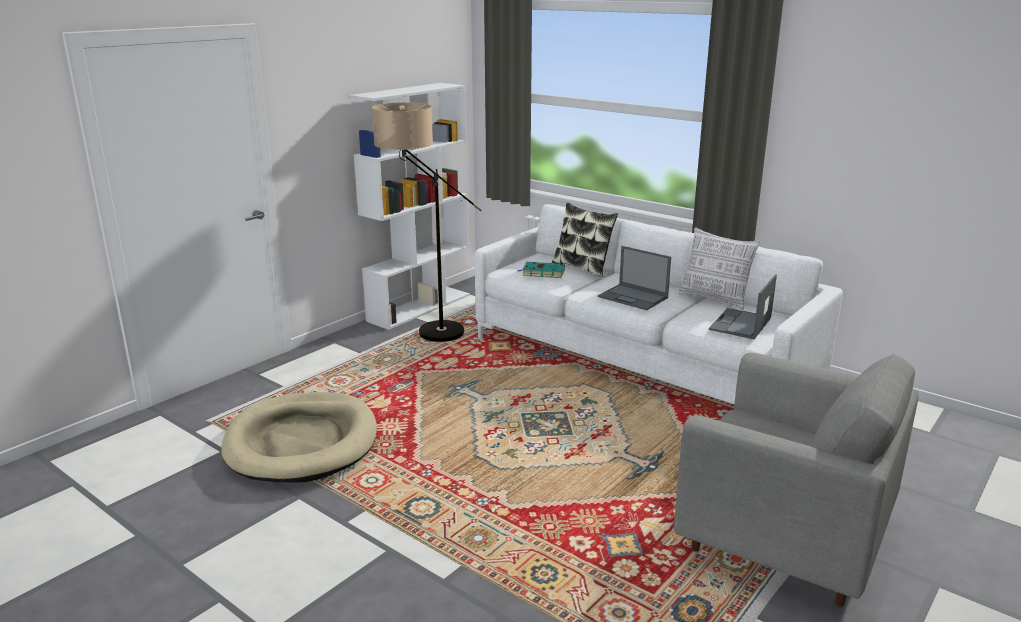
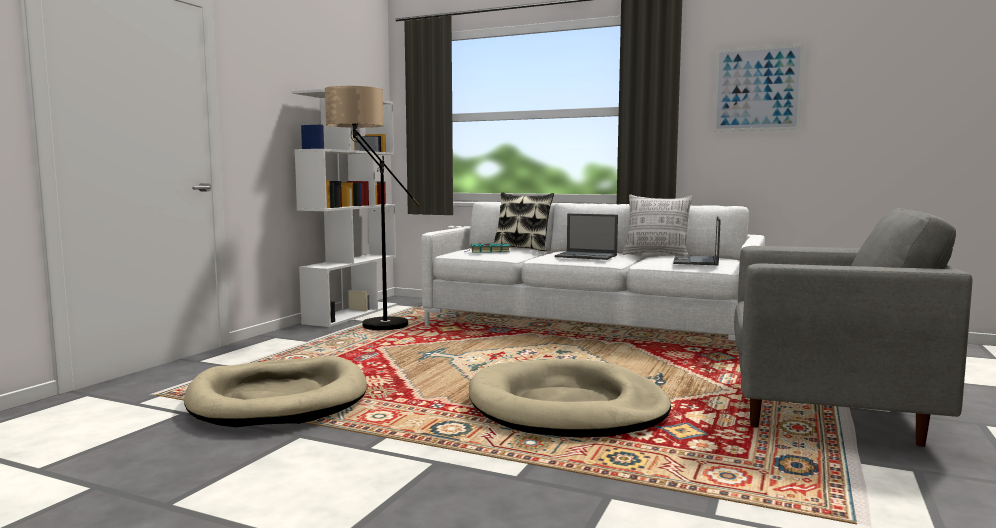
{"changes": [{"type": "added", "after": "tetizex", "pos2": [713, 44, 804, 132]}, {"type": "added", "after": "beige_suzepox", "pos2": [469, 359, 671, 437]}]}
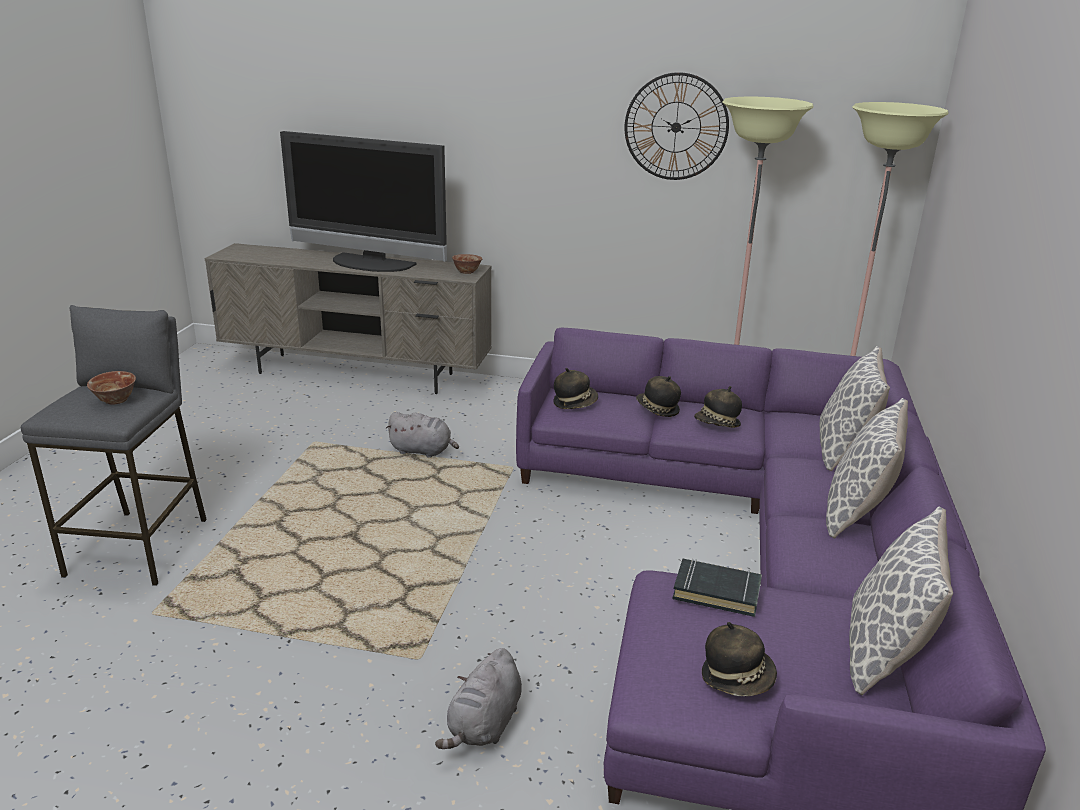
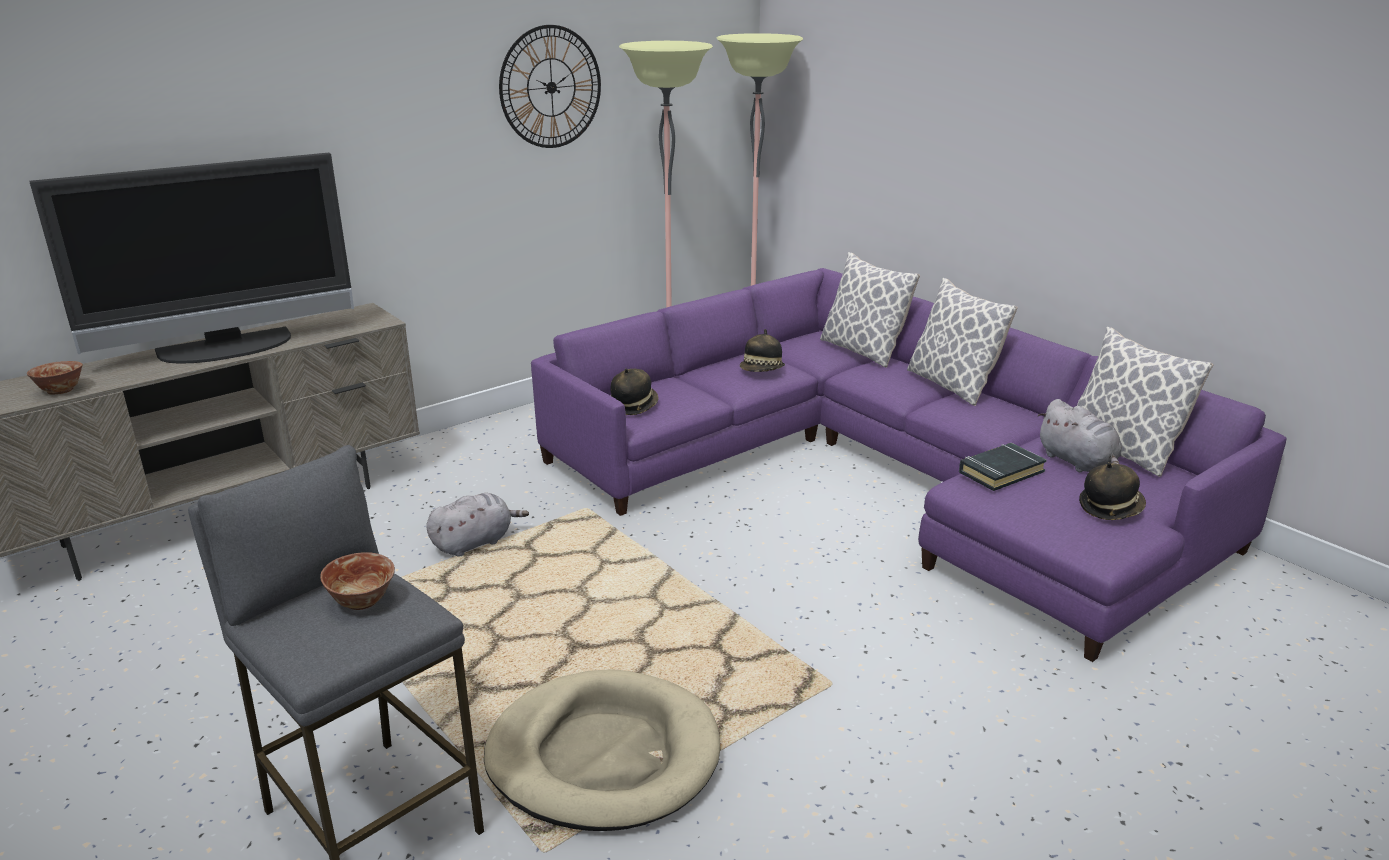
{"changes": [{"type": "moved", "before": "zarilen", "pos1": [452, 254, 483, 274], "pos2": [27, 361, 83, 395]}, {"type": "removed", "before": "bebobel", "pos1": [636, 376, 681, 417]}, {"type": "moved", "before": "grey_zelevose", "pos1": [435, 648, 522, 749], "pos2": [1037, 399, 1122, 472]}, {"type": "added", "after": "beige_suzepox", "pos2": [484, 669, 720, 831]}]}
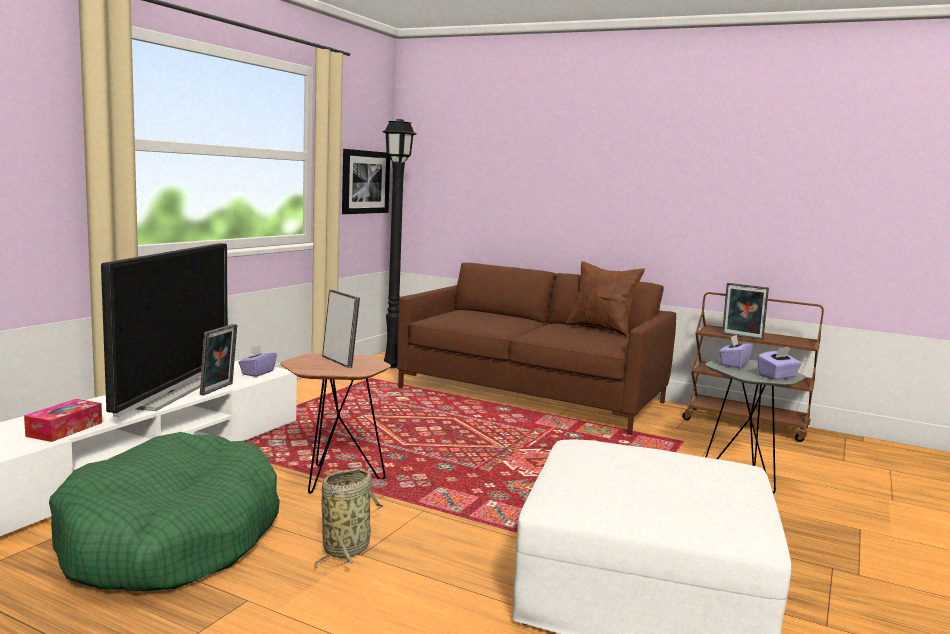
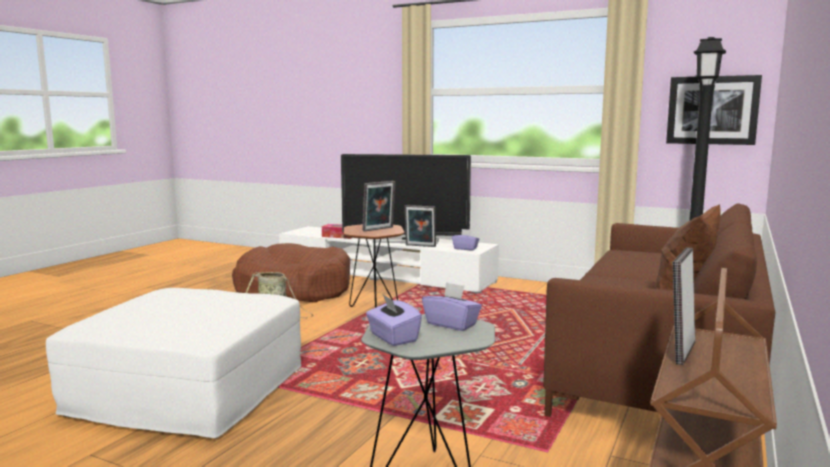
{"changes": [{"type": "recoloured", "before": "green_suzepox", "after": "brown_suzepox", "pos1": [49, 432, 280, 591], "pos2": [232, 243, 350, 302]}]}
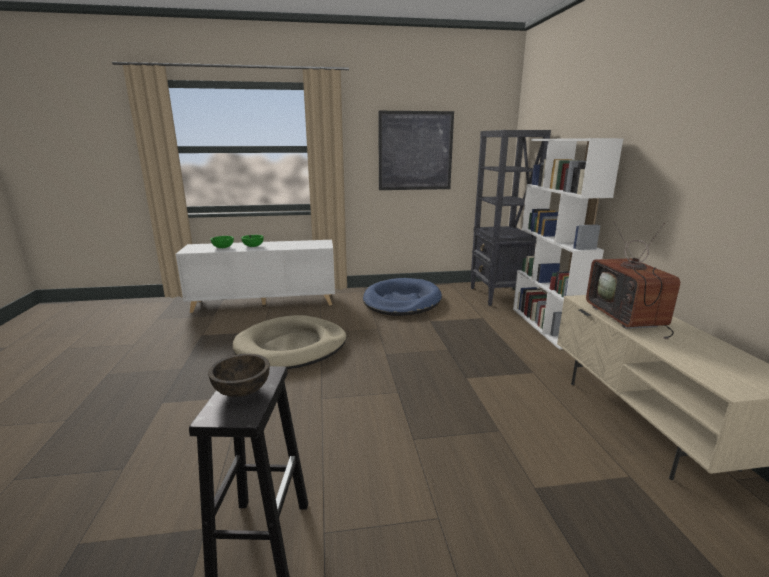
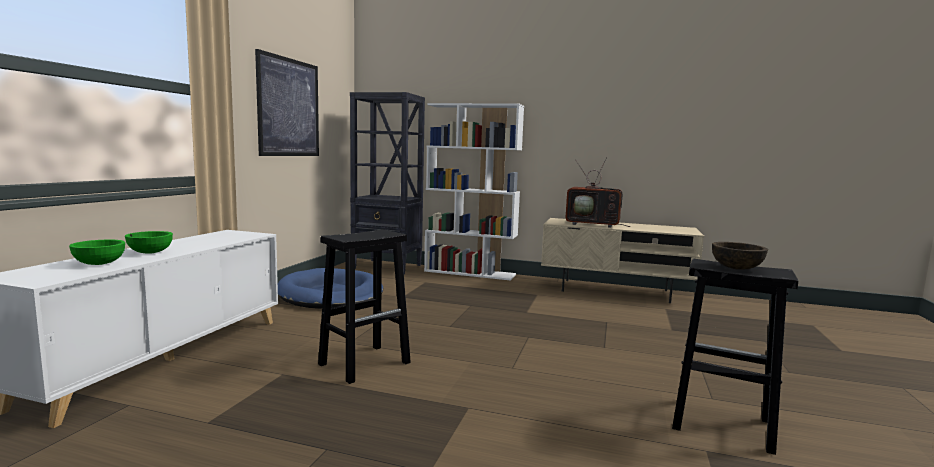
{"changes": [{"type": "replaced", "before": "beige_suzepox", "after": "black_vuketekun", "pos1": [233, 315, 346, 369], "pos2": [318, 229, 411, 384]}]}
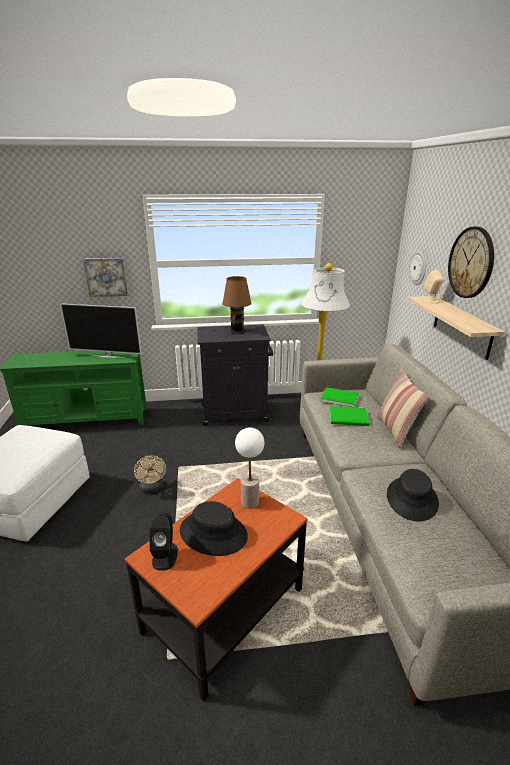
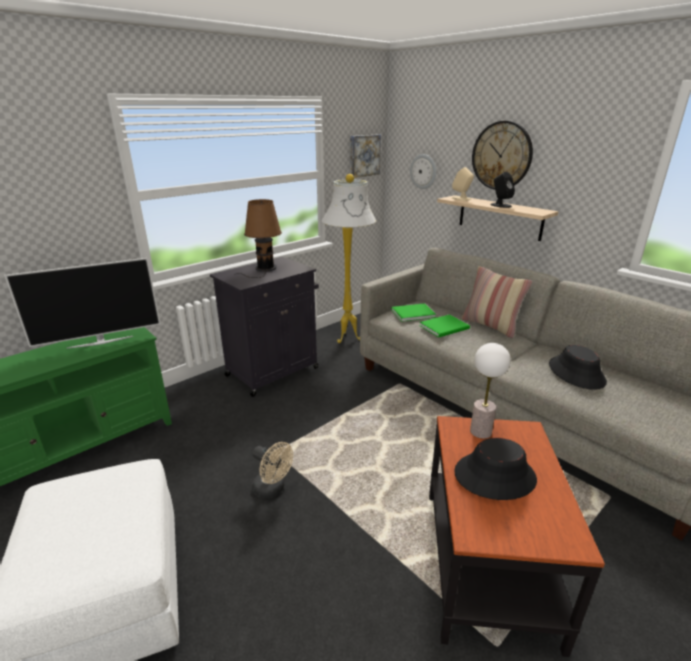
{"changes": [{"type": "moved", "before": "tetizex", "pos1": [83, 258, 128, 297], "pos2": [350, 134, 381, 178]}, {"type": "moved", "before": "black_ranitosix", "pos1": [149, 513, 178, 571], "pos2": [491, 172, 515, 208]}]}
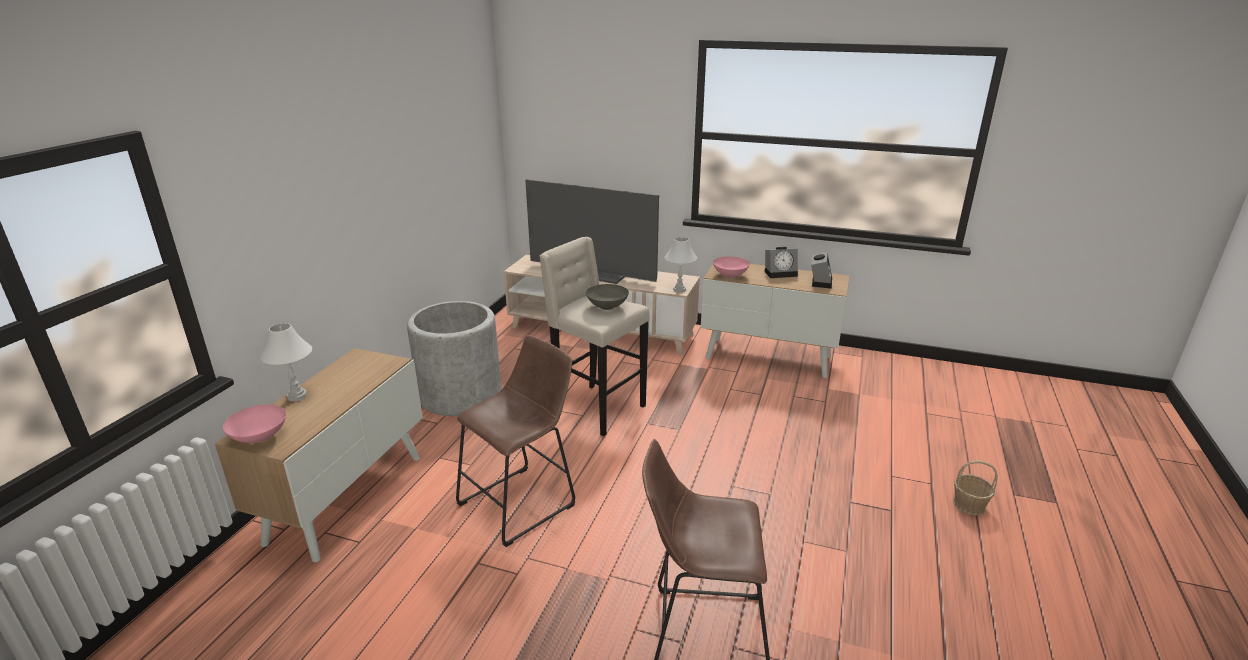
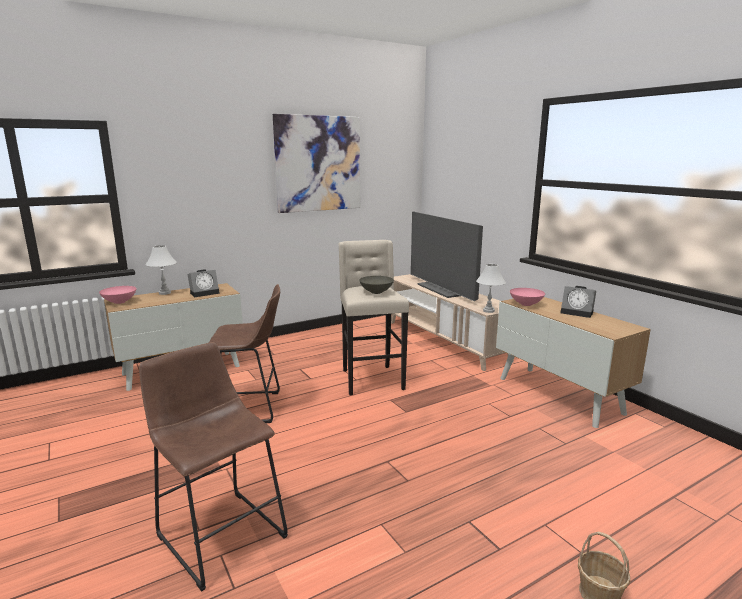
{"changes": [{"type": "moved", "before": "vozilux", "pos1": [811, 252, 832, 289], "pos2": [188, 270, 220, 297]}, {"type": "removed", "before": "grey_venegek", "pos1": [407, 301, 501, 416]}, {"type": "added", "after": "tetizex", "pos2": [273, 114, 360, 213]}]}
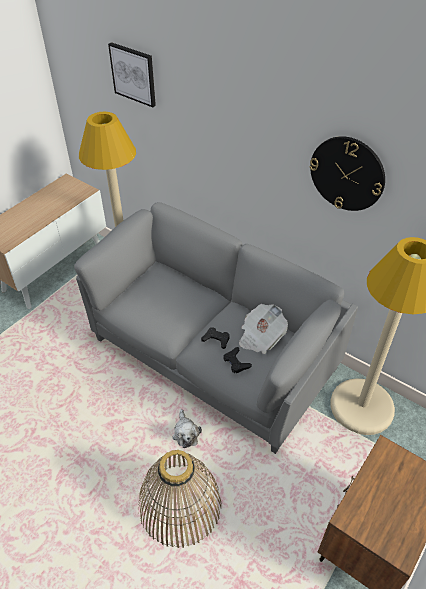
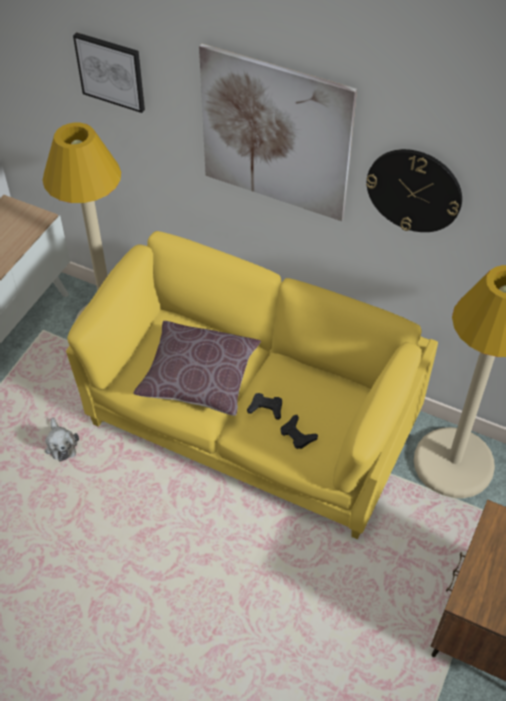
{"changes": [{"type": "recoloured", "before": "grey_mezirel", "after": "yellow_mezirel", "pos1": [74, 202, 358, 454], "pos2": [66, 231, 438, 539]}, {"type": "removed", "before": "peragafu", "pos1": [239, 304, 288, 354]}, {"type": "moved", "before": "zelevose", "pos1": [172, 409, 202, 448], "pos2": [45, 418, 79, 462]}, {"type": "removed", "before": "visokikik", "pos1": [138, 450, 221, 548]}, {"type": "added", "after": "tetizex", "pos2": [199, 44, 357, 221]}, {"type": "added", "after": "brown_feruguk", "pos2": [133, 321, 261, 416]}]}
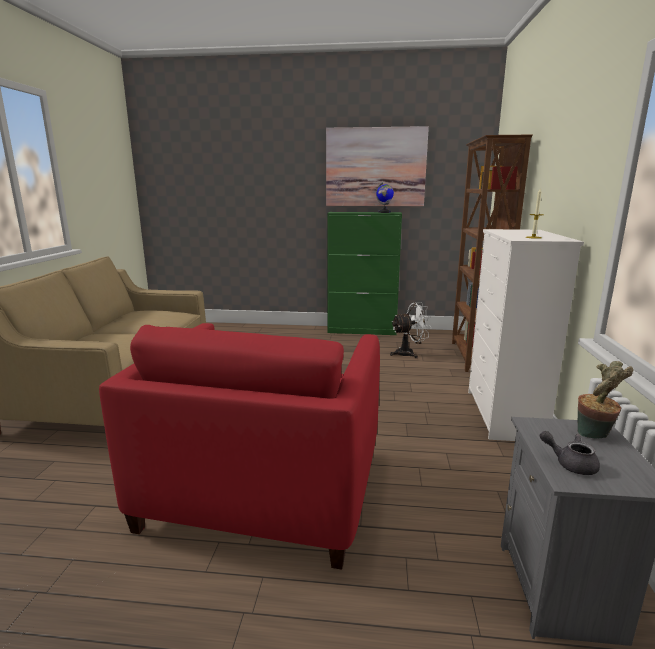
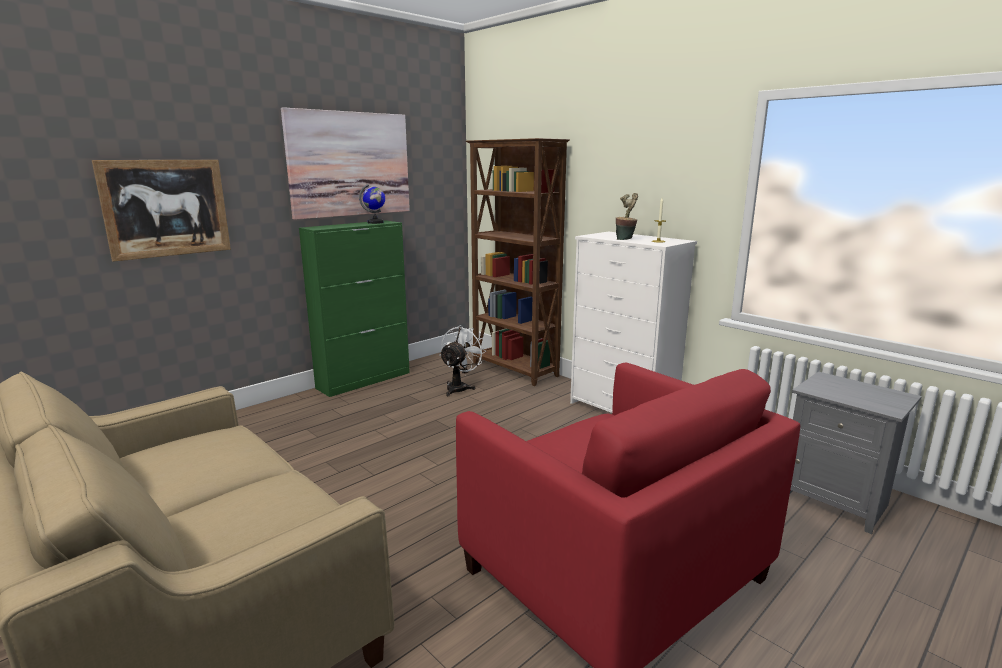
{"changes": [{"type": "moved", "before": "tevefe", "pos1": [578, 361, 633, 439], "pos2": [616, 193, 638, 240]}, {"type": "removed", "before": "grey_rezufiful", "pos1": [540, 431, 600, 475]}, {"type": "added", "after": "tetizex", "pos2": [92, 160, 231, 262]}]}
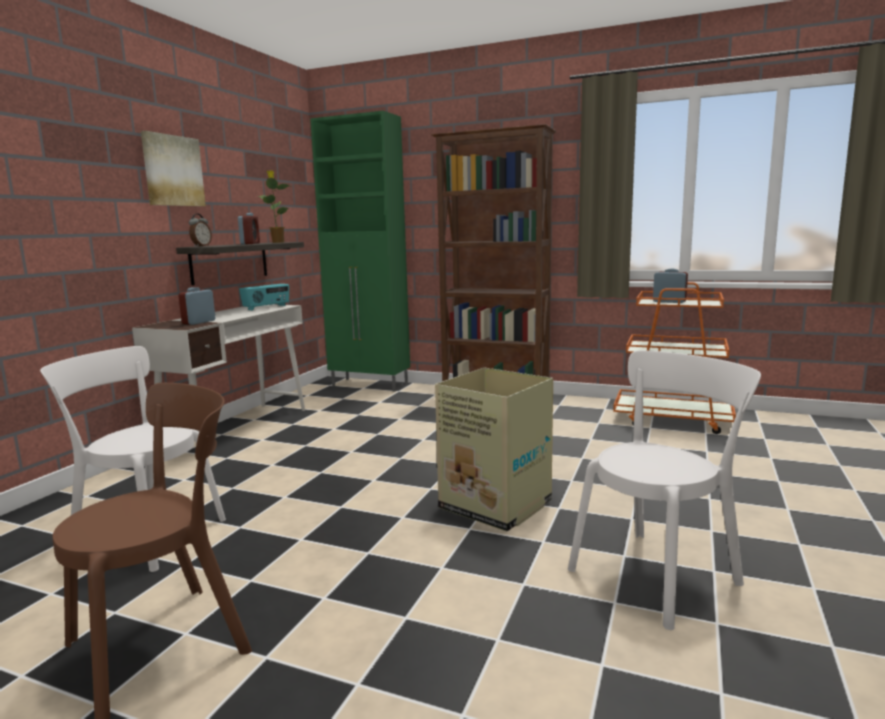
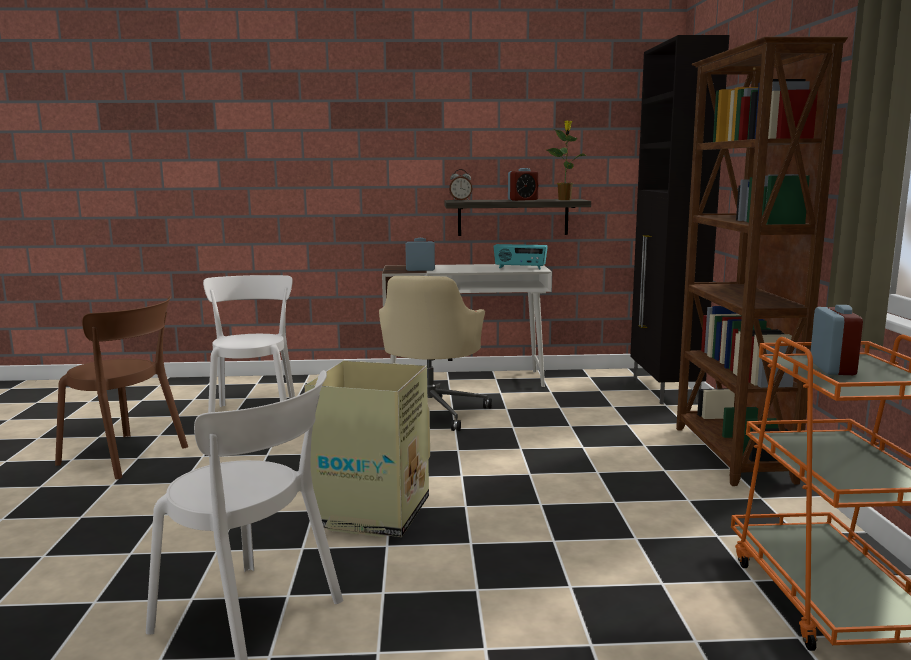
{"changes": [{"type": "recoloured", "before": "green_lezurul", "after": "black_lezurul", "pos1": [310, 111, 410, 392], "pos2": [630, 35, 729, 404]}, {"type": "removed", "before": "tetizex", "pos1": [141, 131, 206, 206]}, {"type": "added", "after": "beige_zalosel", "pos2": [379, 276, 492, 431]}]}
